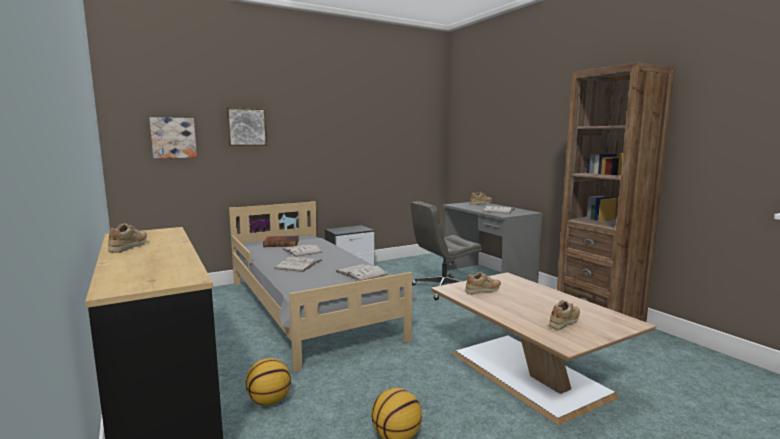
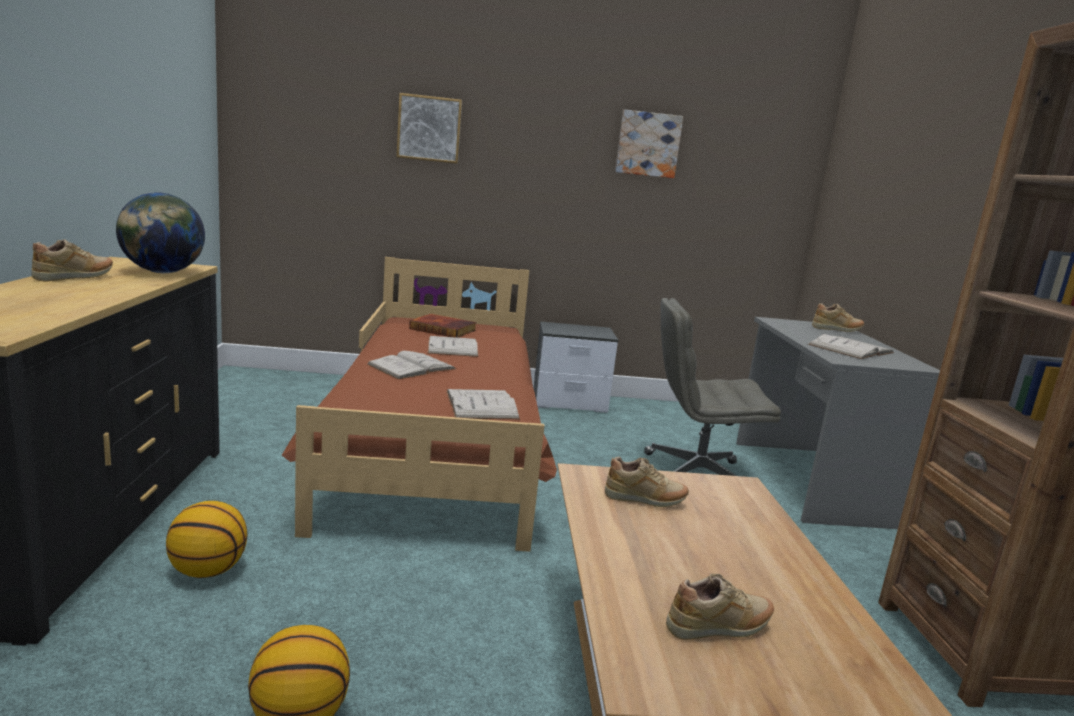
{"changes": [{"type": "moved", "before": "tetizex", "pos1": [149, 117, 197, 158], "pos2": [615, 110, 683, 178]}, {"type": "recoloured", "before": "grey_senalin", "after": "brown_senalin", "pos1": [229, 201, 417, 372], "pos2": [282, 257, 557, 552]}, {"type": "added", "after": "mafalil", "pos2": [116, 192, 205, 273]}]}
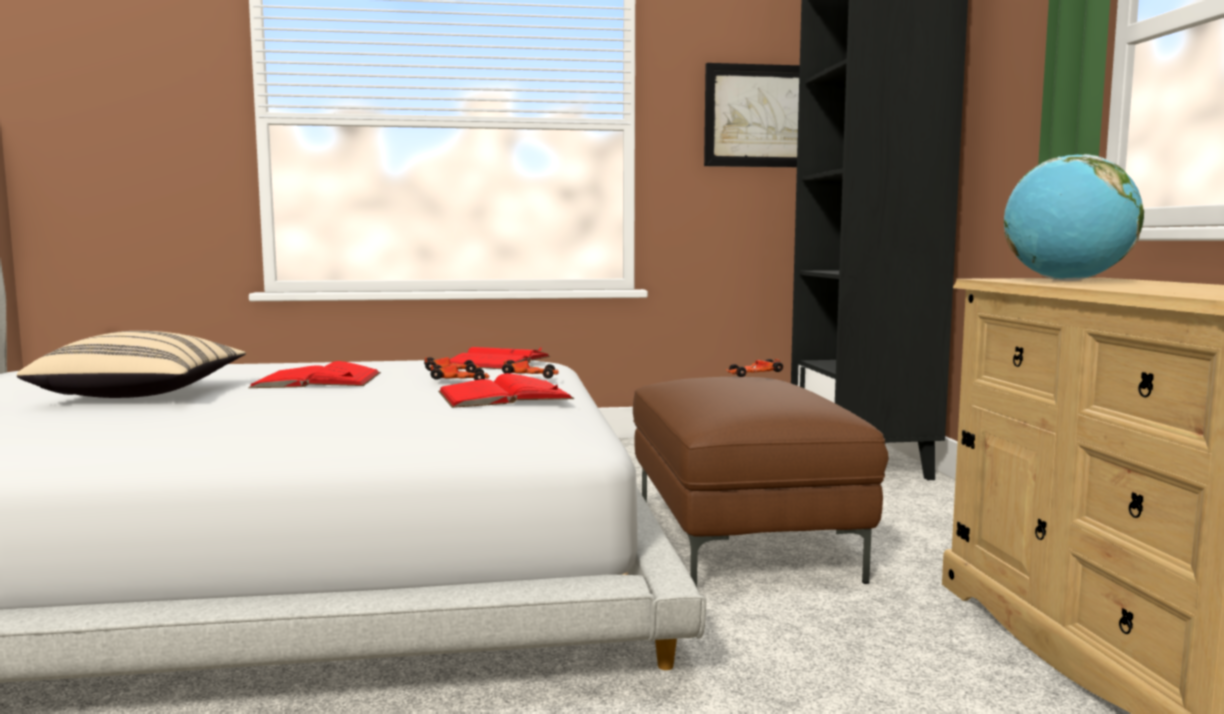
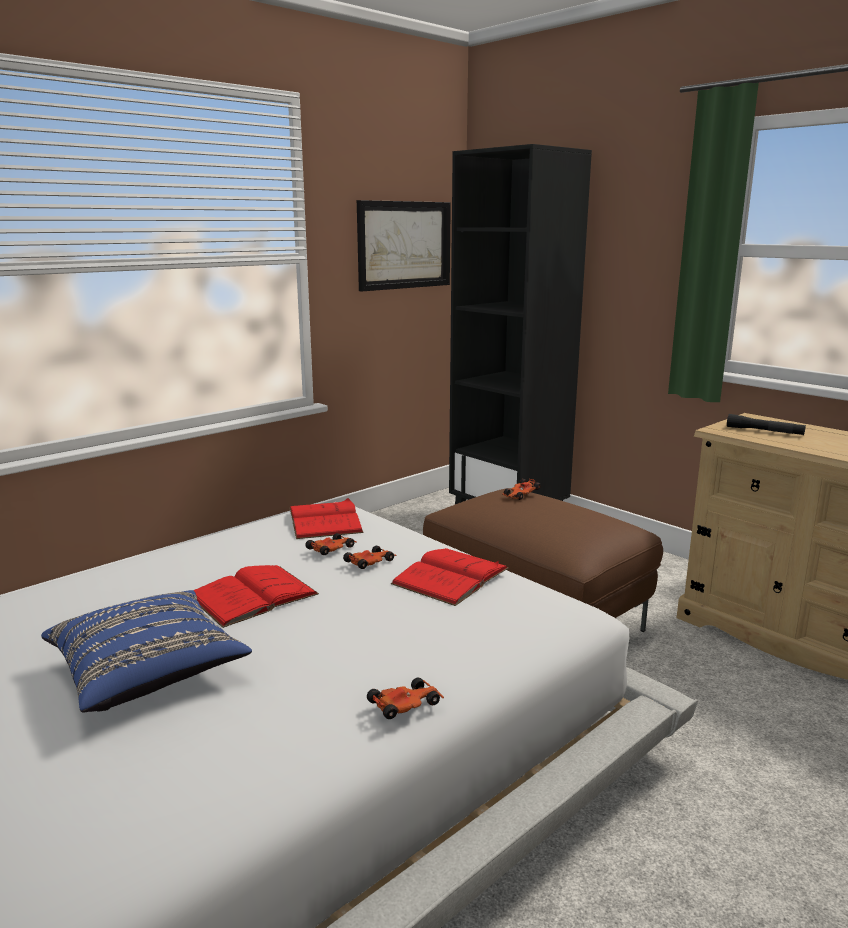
{"changes": [{"type": "replaced", "before": "mafalil", "after": "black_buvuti", "pos1": [1004, 154, 1144, 281], "pos2": [727, 414, 806, 435]}, {"type": "recoloured", "before": "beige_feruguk", "after": "blue_feruguk", "pos1": [17, 331, 246, 398], "pos2": [41, 590, 252, 713]}, {"type": "moved", "before": "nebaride", "pos1": [502, 360, 559, 378], "pos2": [367, 678, 444, 719]}]}
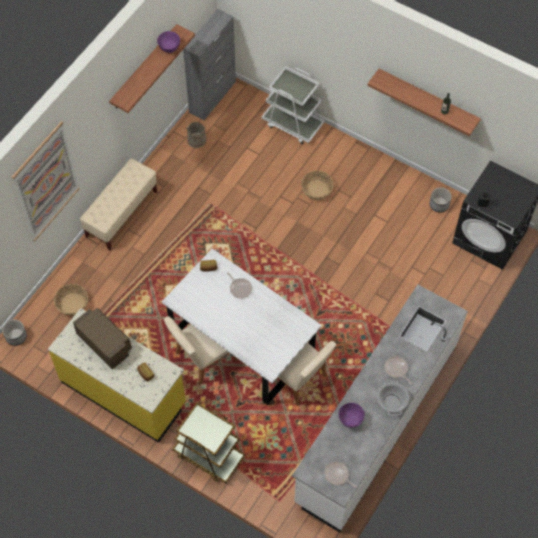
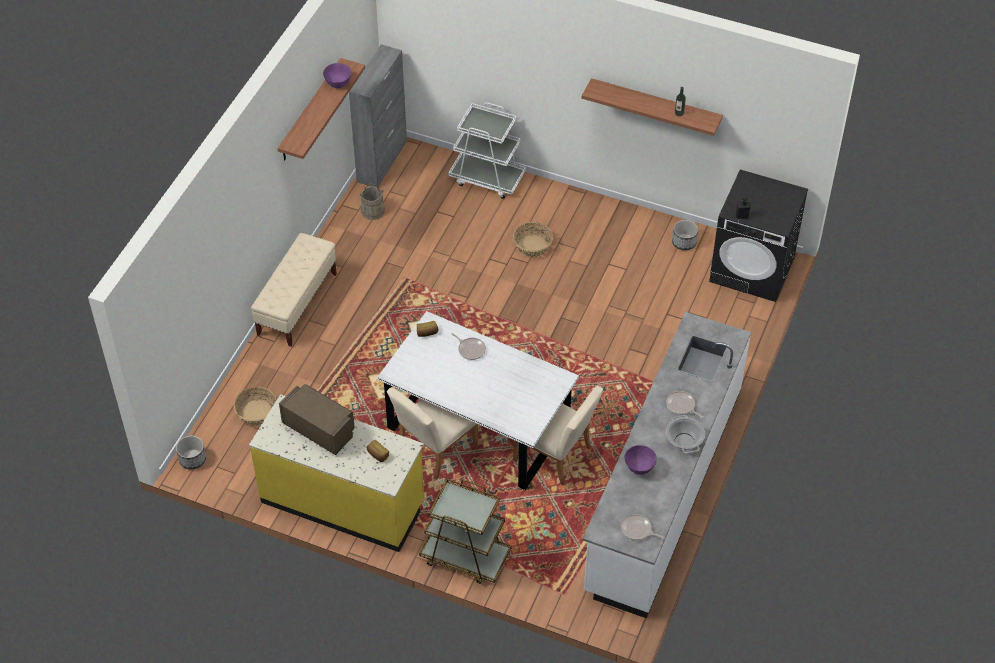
{"changes": [{"type": "removed", "before": "tetizex", "pos1": [12, 121, 80, 242]}]}
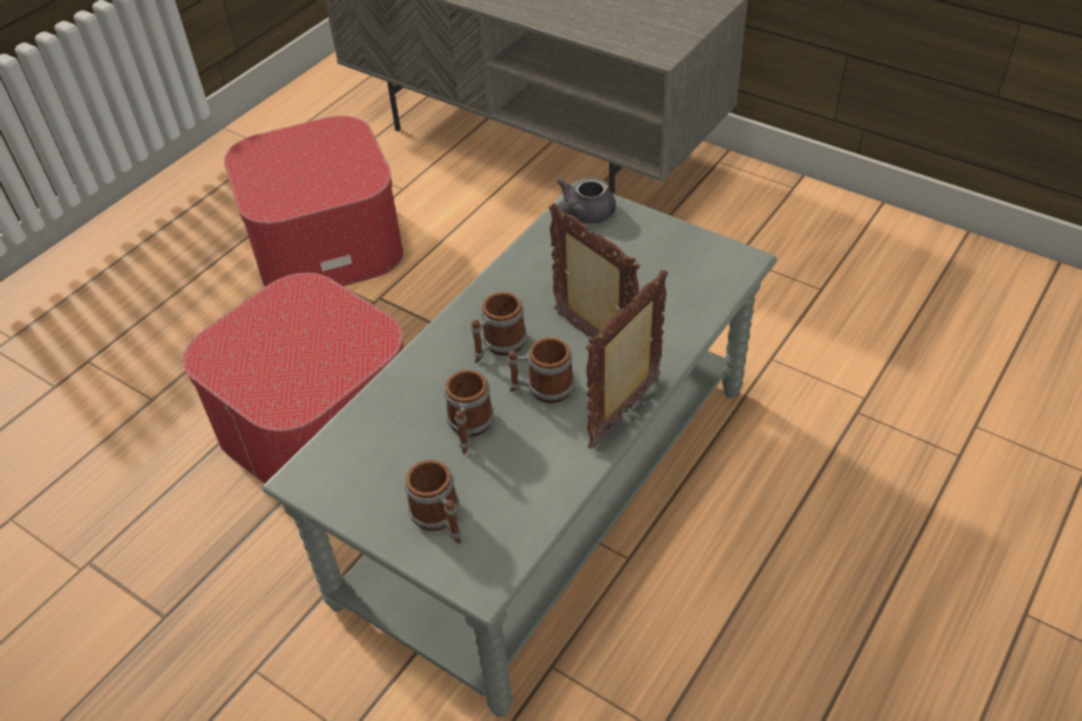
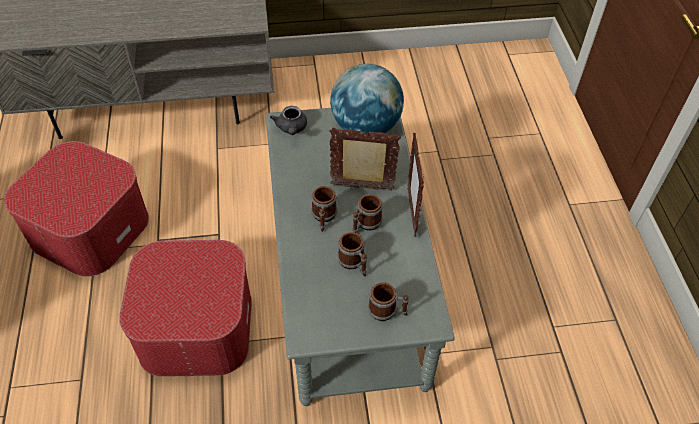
{"changes": [{"type": "added", "after": "mafalil", "pos2": [330, 64, 404, 138]}]}
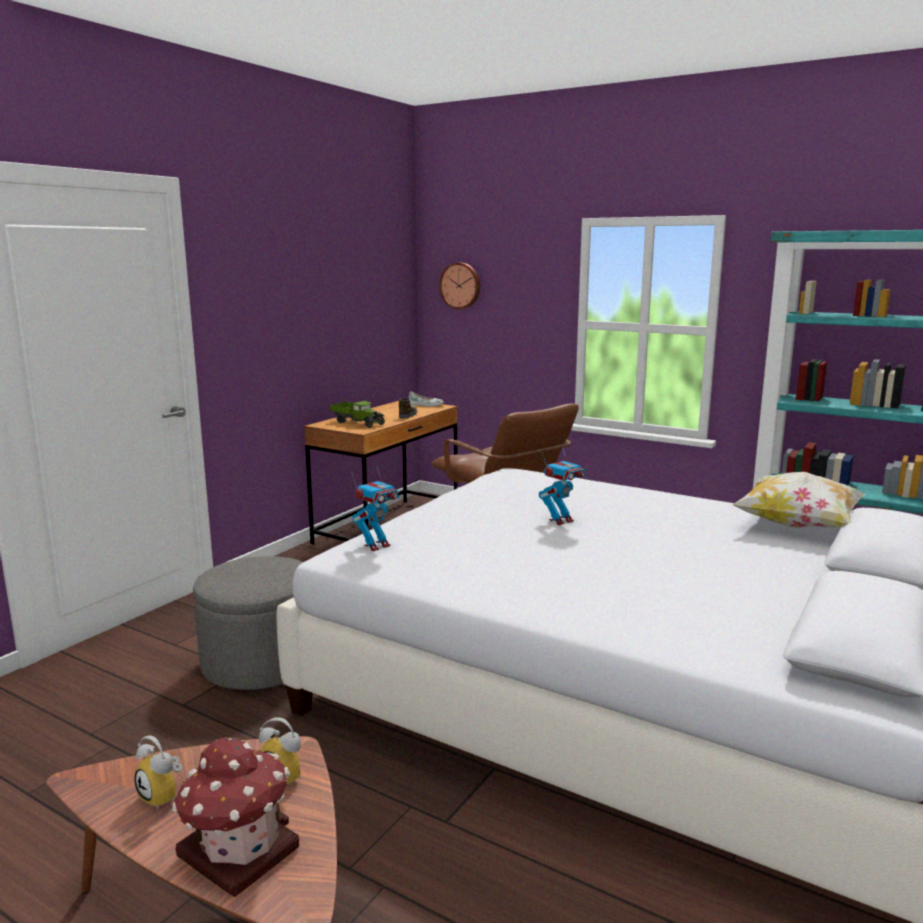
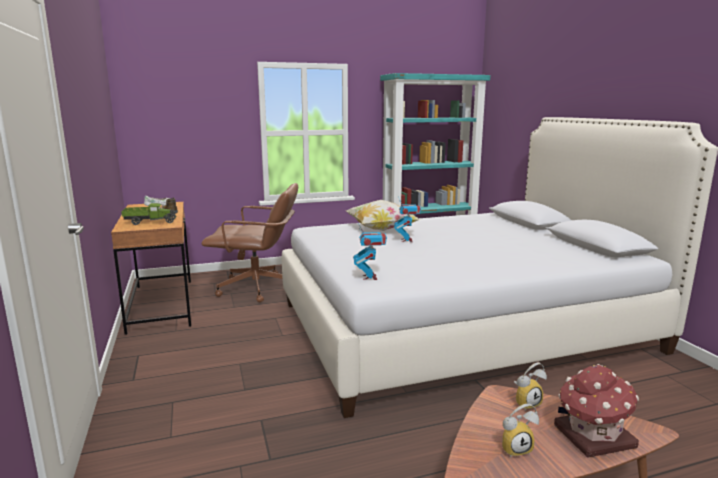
{"changes": [{"type": "removed", "before": "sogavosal", "pos1": [439, 263, 480, 309]}, {"type": "moved", "before": "feruguk", "pos1": [732, 472, 866, 528], "pos2": [346, 200, 421, 231]}, {"type": "removed", "before": "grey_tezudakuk", "pos1": [193, 556, 303, 690]}]}
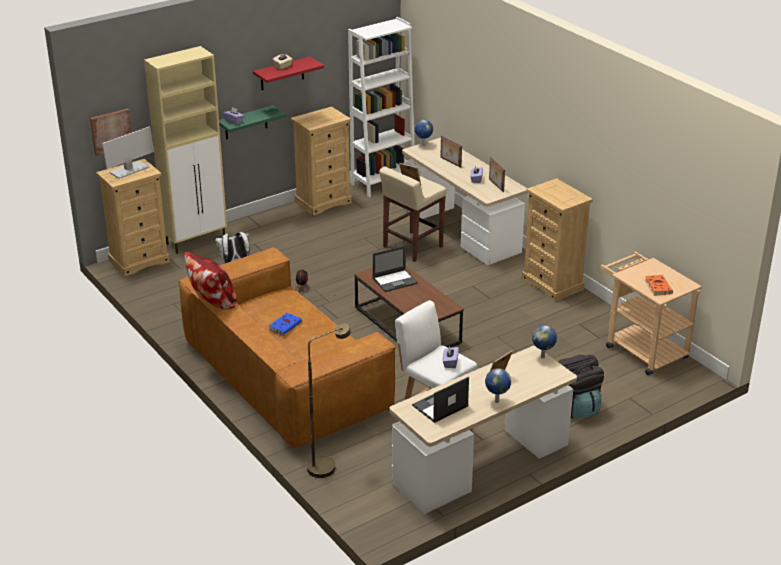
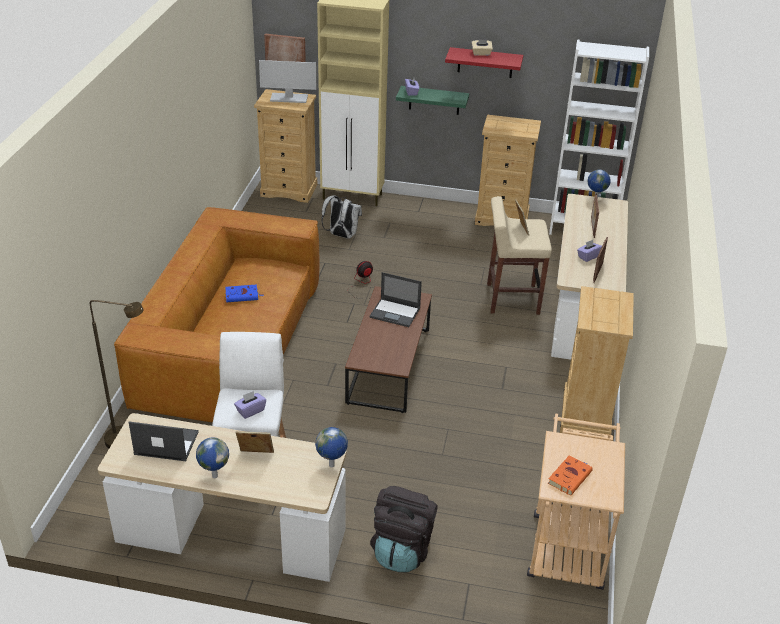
{"changes": [{"type": "removed", "before": "feruguk", "pos1": [185, 252, 237, 310]}]}
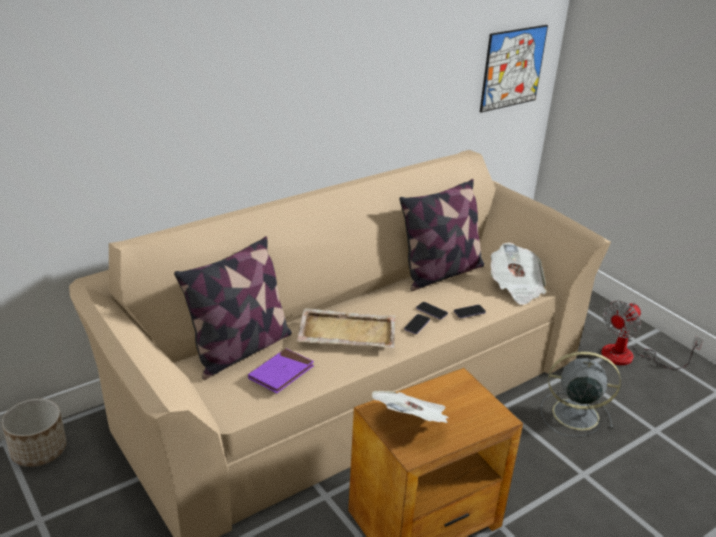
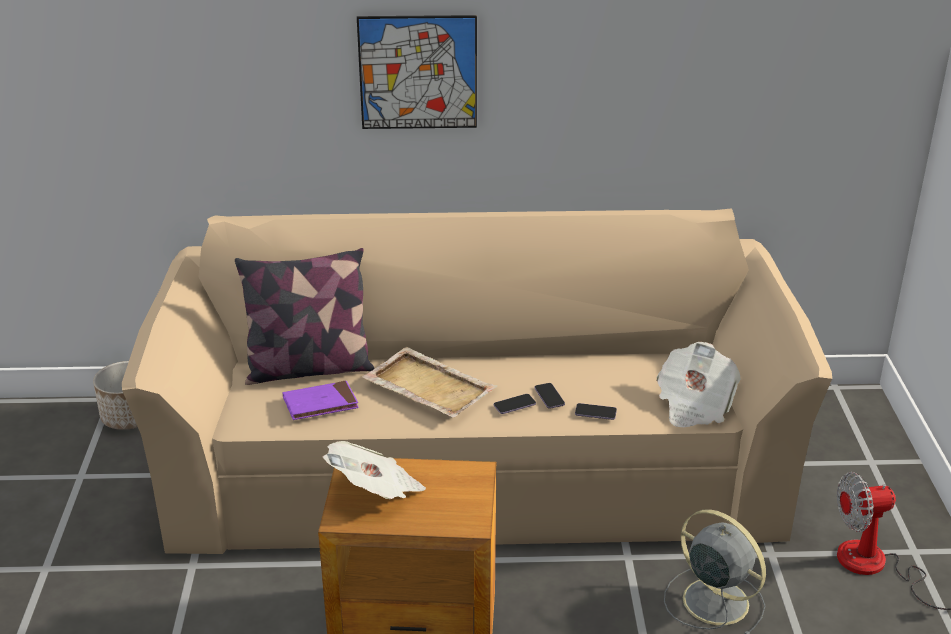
{"changes": [{"type": "moved", "before": "tetizex", "pos1": [480, 25, 548, 113], "pos2": [357, 15, 477, 129]}, {"type": "removed", "before": "feruguk", "pos1": [399, 179, 484, 291]}]}
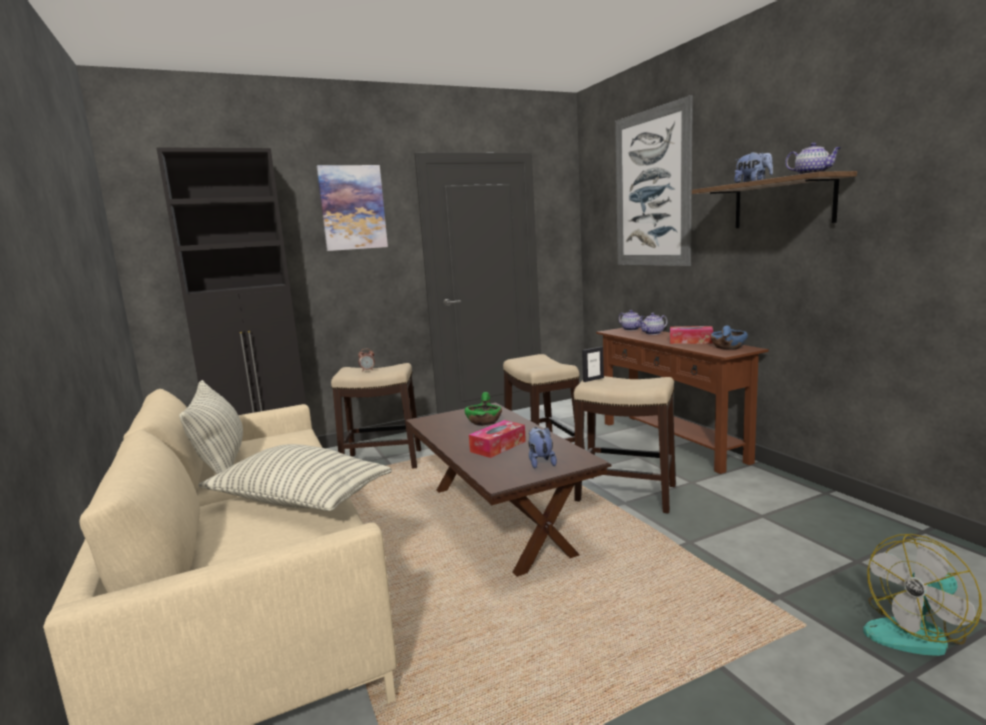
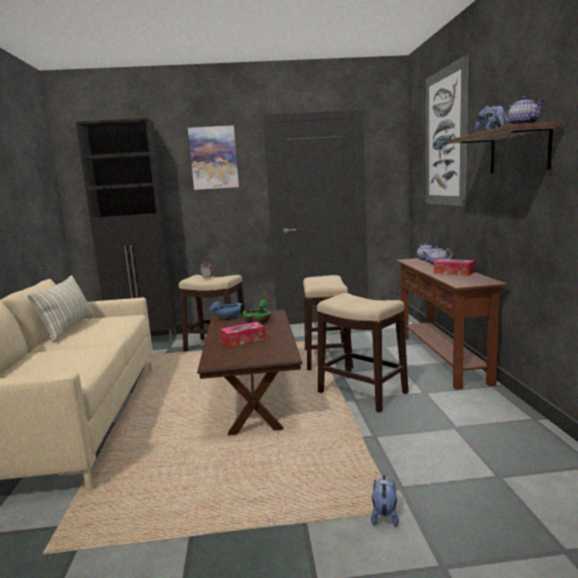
{"changes": [{"type": "moved", "before": "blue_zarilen", "pos1": [710, 325, 748, 349], "pos2": [209, 302, 242, 320]}, {"type": "removed", "before": "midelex", "pos1": [582, 347, 604, 382]}, {"type": "moved", "before": "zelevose", "pos1": [528, 427, 557, 469], "pos2": [371, 475, 399, 527]}, {"type": "removed", "before": "feruguk", "pos1": [198, 444, 392, 511]}, {"type": "removed", "before": "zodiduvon", "pos1": [863, 534, 982, 656]}]}
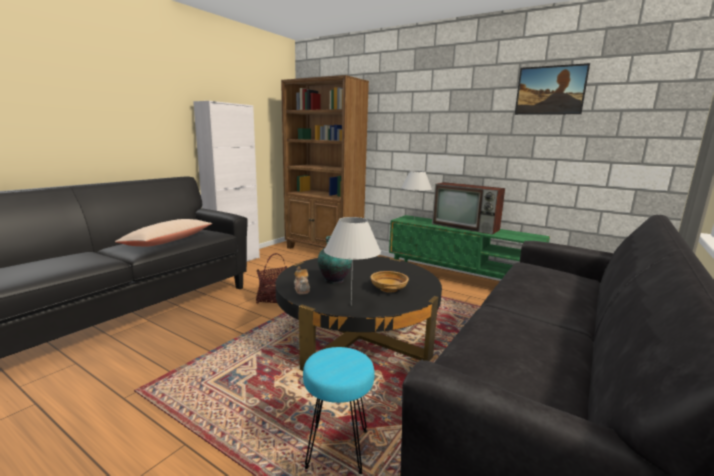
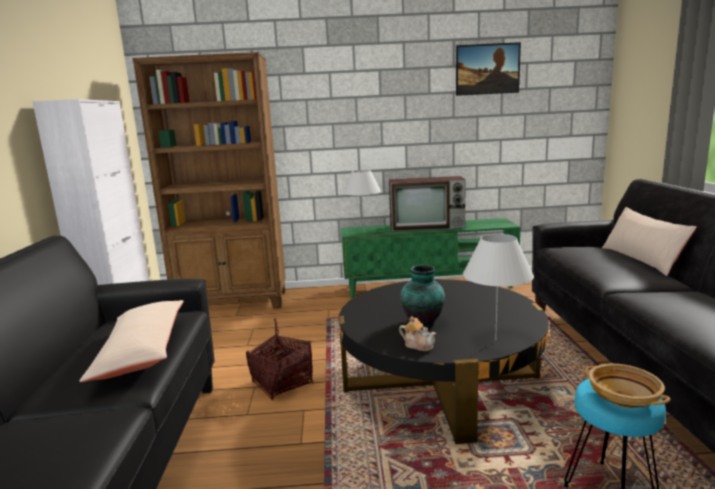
{"changes": [{"type": "moved", "before": "beige_zarilen", "pos1": [370, 271, 409, 292], "pos2": [585, 364, 670, 408]}, {"type": "added", "after": "beige_feruguk", "pos2": [602, 207, 697, 276]}]}
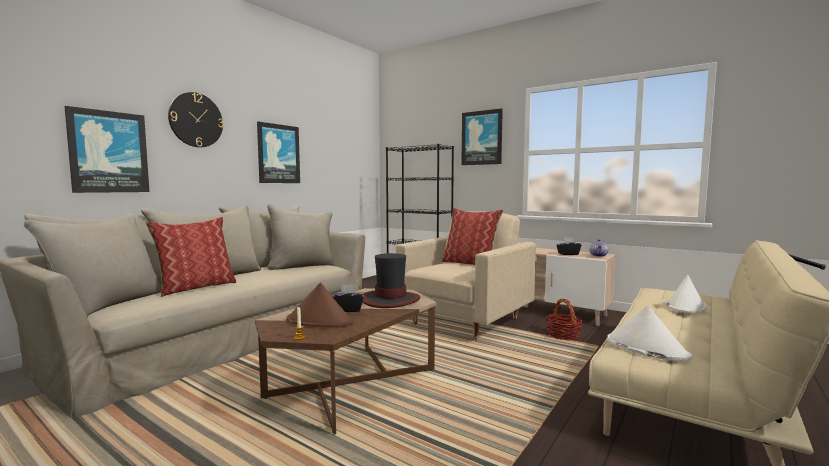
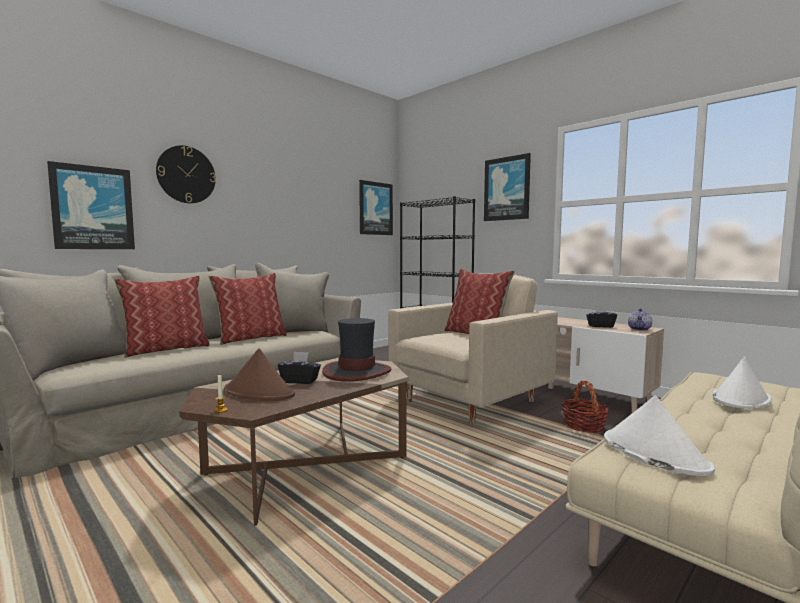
{"changes": [{"type": "moved", "before": "tetizex", "pos1": [257, 122, 300, 183], "pos2": [359, 180, 393, 235]}, {"type": "added", "after": "feruguk", "pos2": [208, 273, 287, 345]}]}
